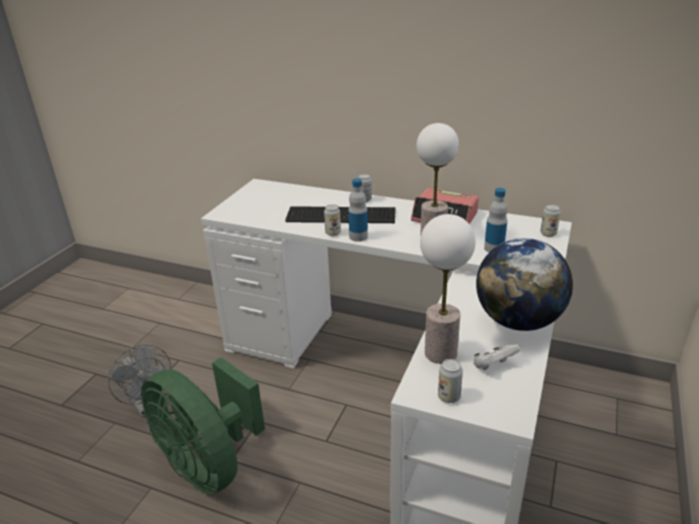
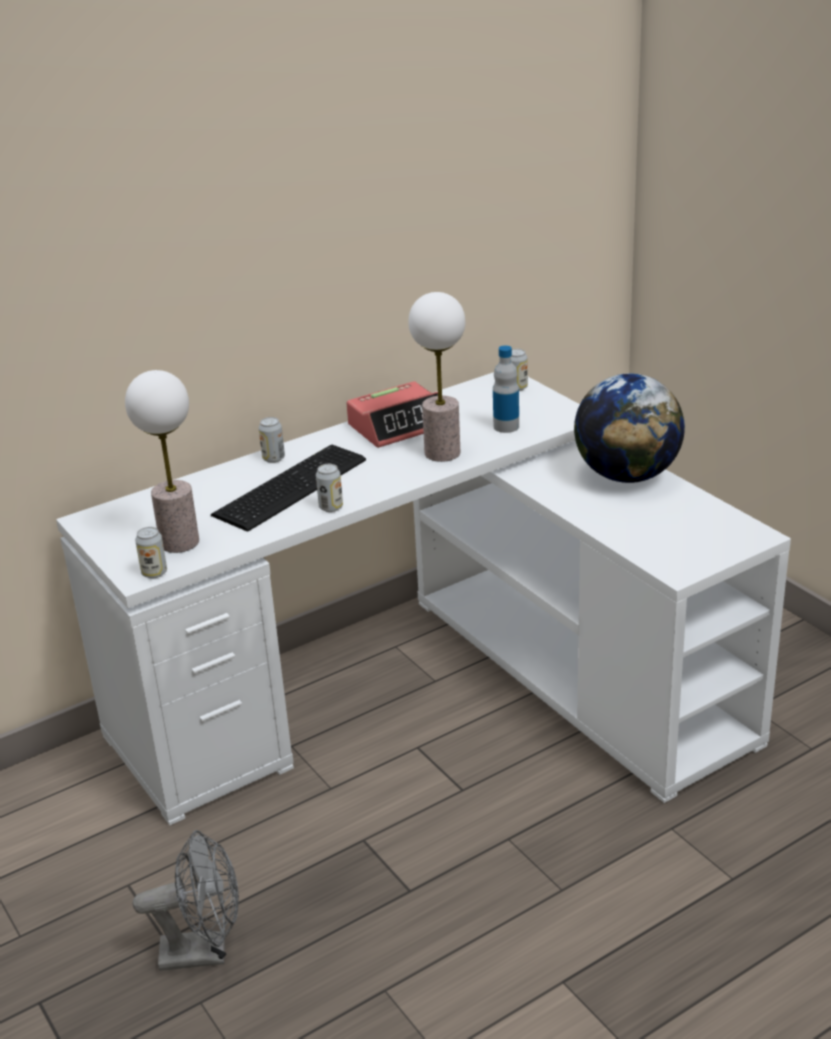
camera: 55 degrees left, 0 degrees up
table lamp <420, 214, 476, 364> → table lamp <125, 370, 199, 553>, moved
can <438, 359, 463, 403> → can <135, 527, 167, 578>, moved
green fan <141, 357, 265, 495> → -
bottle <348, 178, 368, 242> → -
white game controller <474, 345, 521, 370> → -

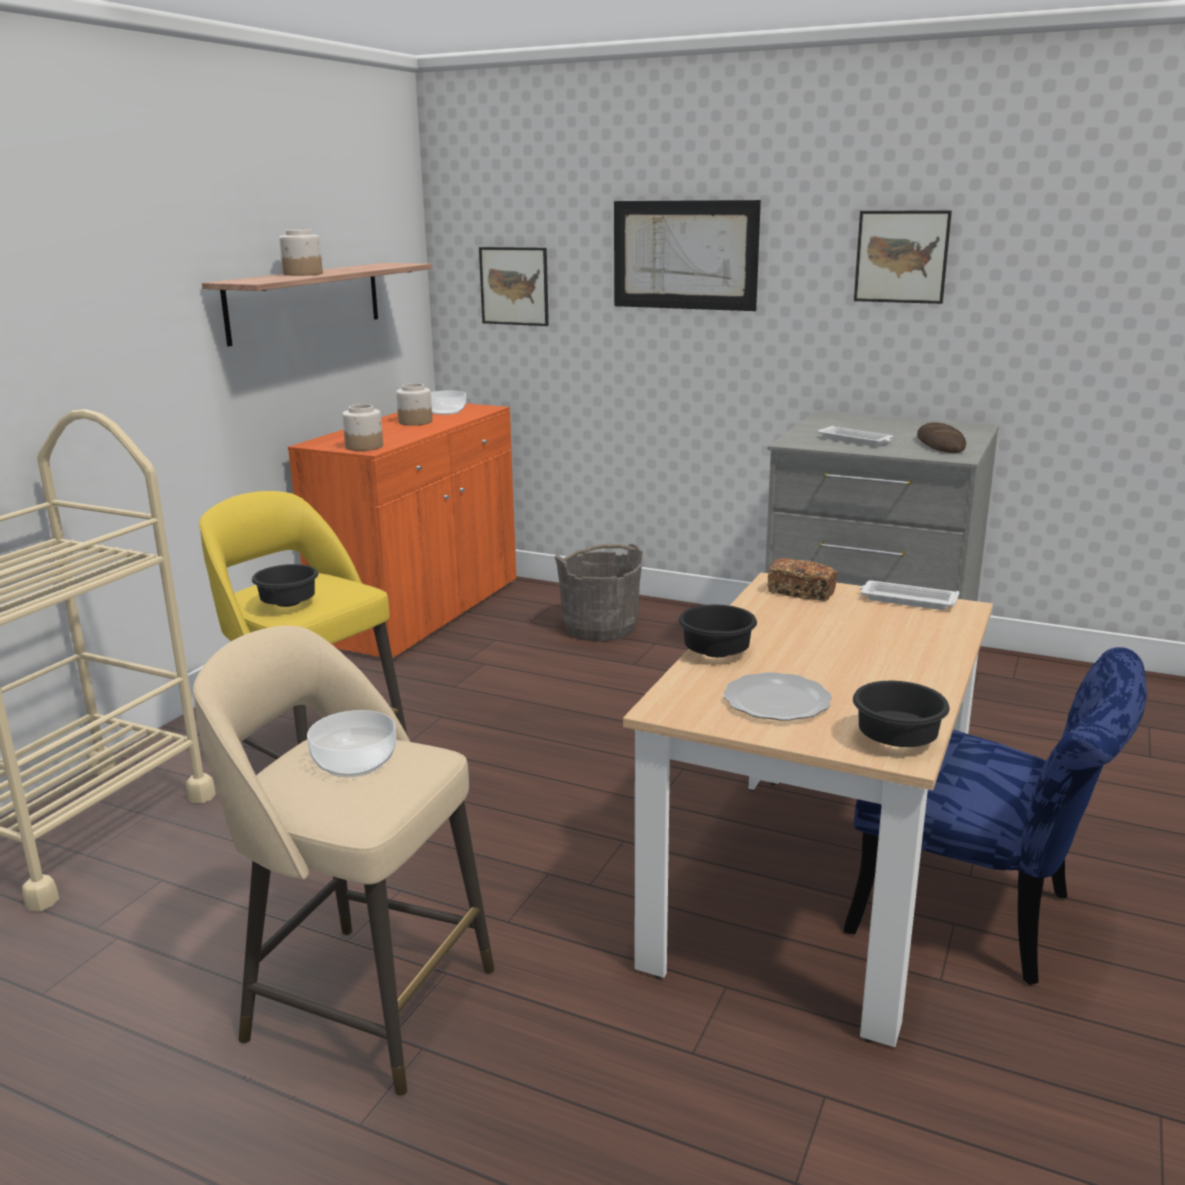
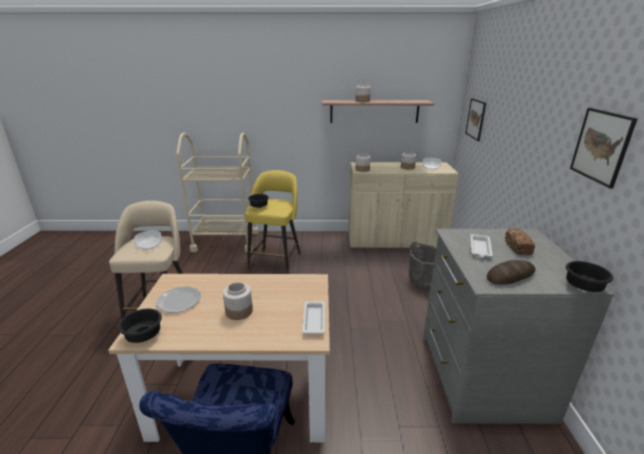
camera: 65 degrees right, 5 degrees up
- → jar <223, 282, 253, 320>
orange cabinet <288, 403, 516, 659> → beige cabinet <348, 162, 459, 248>
bread <768, 558, 837, 601> → bread <505, 228, 535, 255>, moved
black bowl <678, 605, 757, 658> → black bowl <566, 261, 613, 292>, moved
picture <614, 200, 761, 311> → -

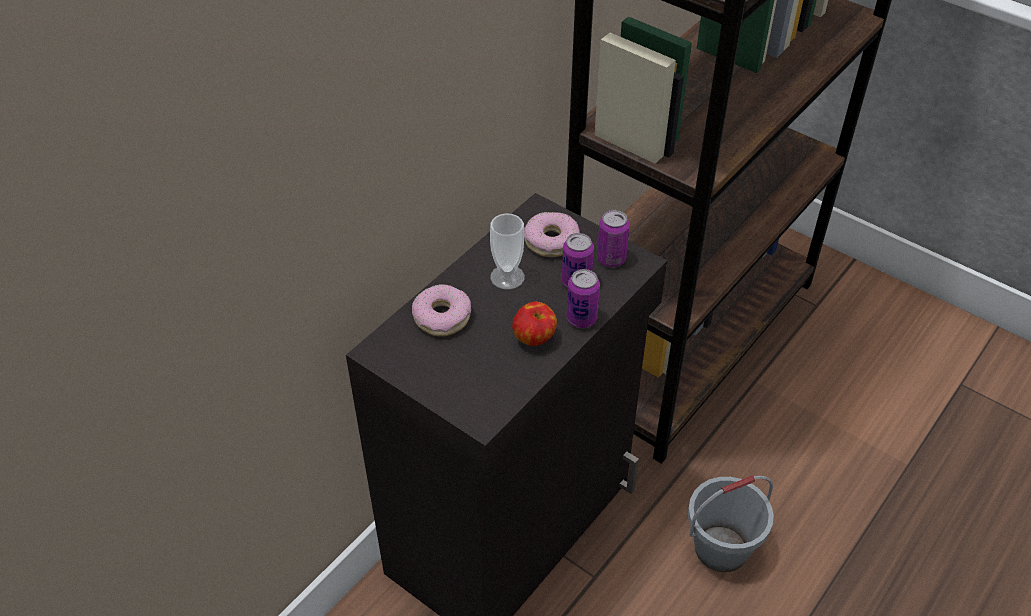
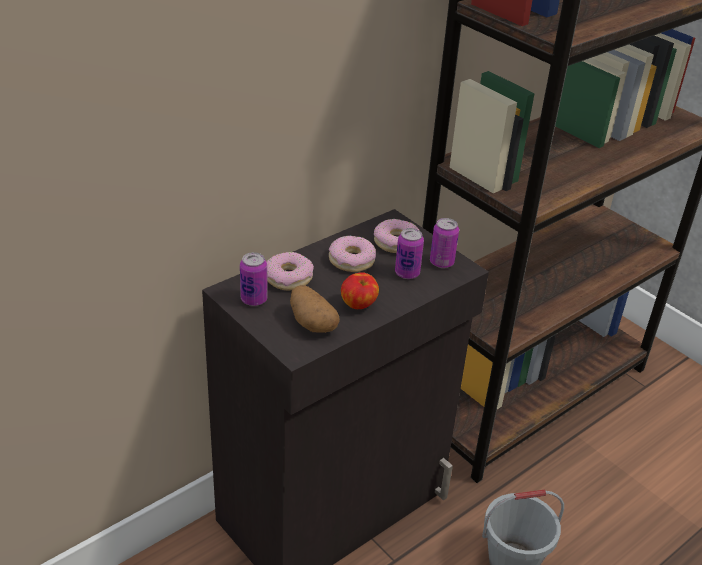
camera: 10 degrees right, 10 degrees down
can <566, 269, 600, 328> → can <240, 252, 267, 306>, moved
- → potato <290, 285, 340, 333>
cup <490, 213, 525, 290> → donut <329, 236, 376, 272>

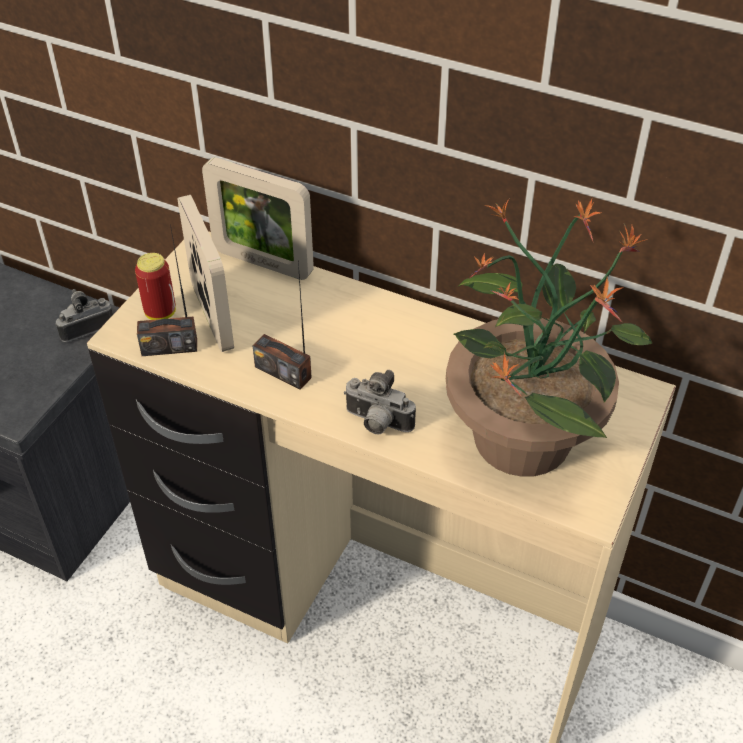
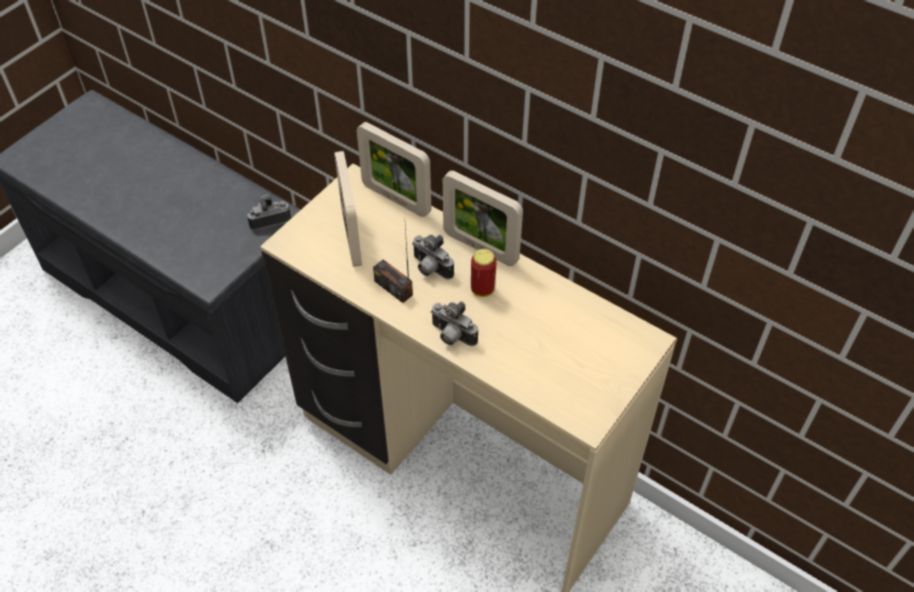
camera: 10 degrees right, 5 degrees up
- → photo camera <412, 235, 454, 279>
- → picture frame <443, 171, 523, 266>
can <135, 253, 176, 320> → can <471, 249, 497, 297>, moved
radio <137, 224, 197, 356> → -
potted plant <446, 198, 653, 477> → -

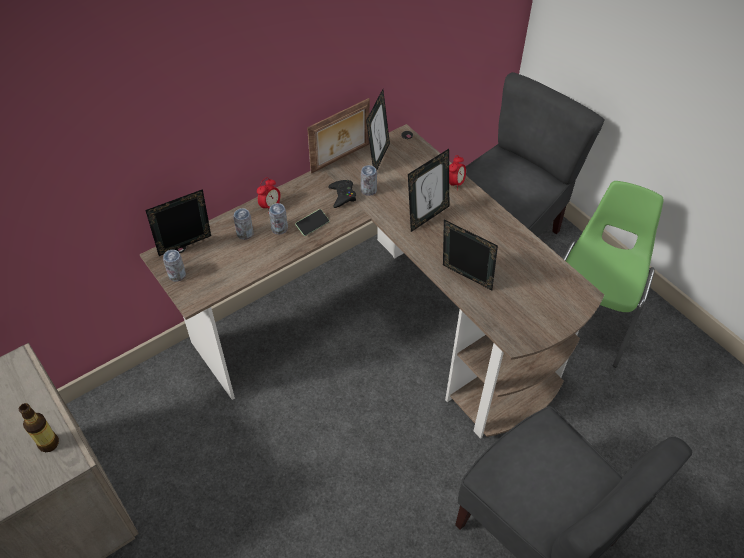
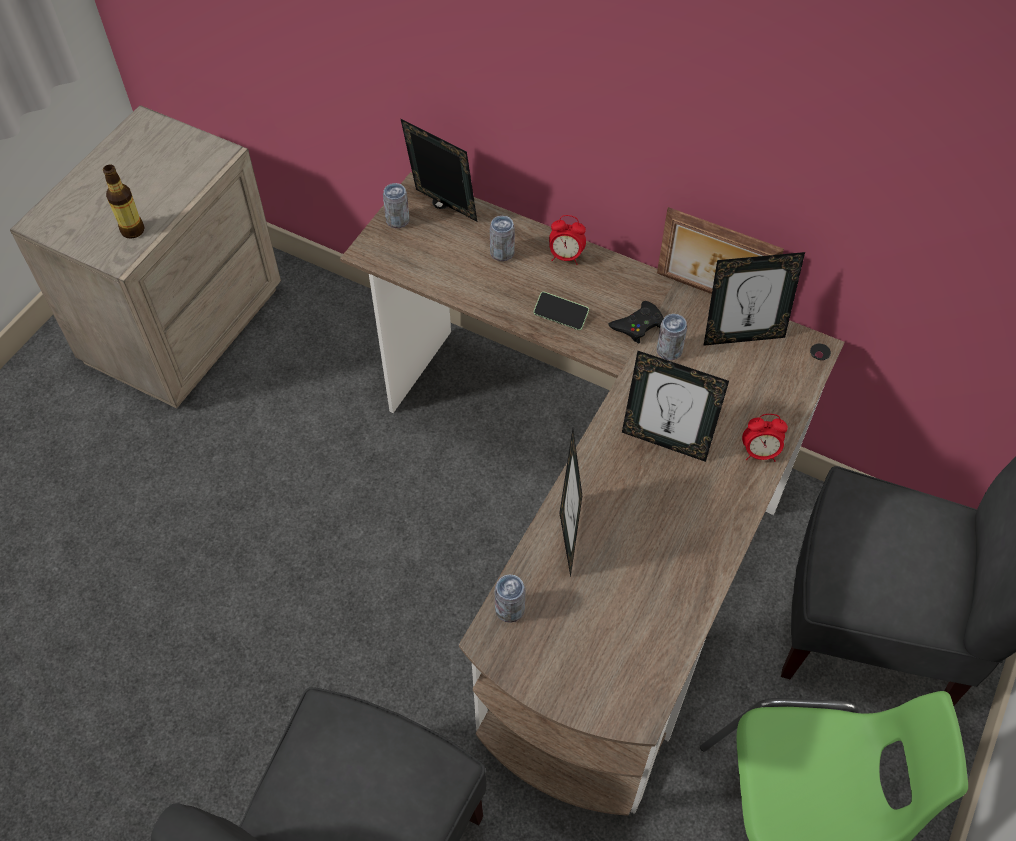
camera: 65 degrees right, 5 degrees up
can <269, 203, 288, 234> → can <495, 574, 525, 623>, moved

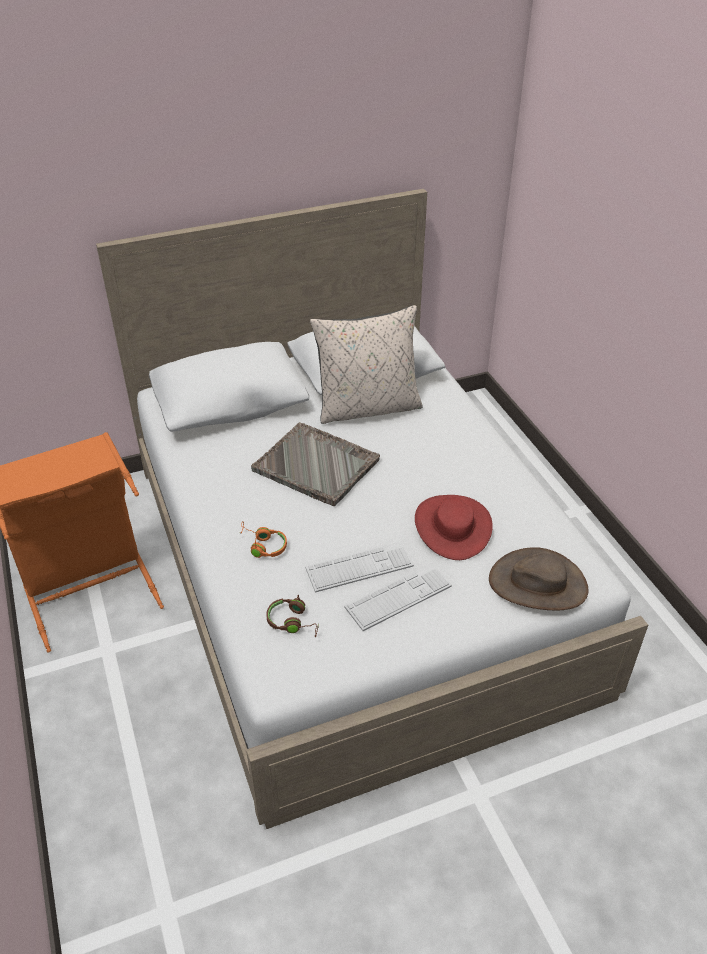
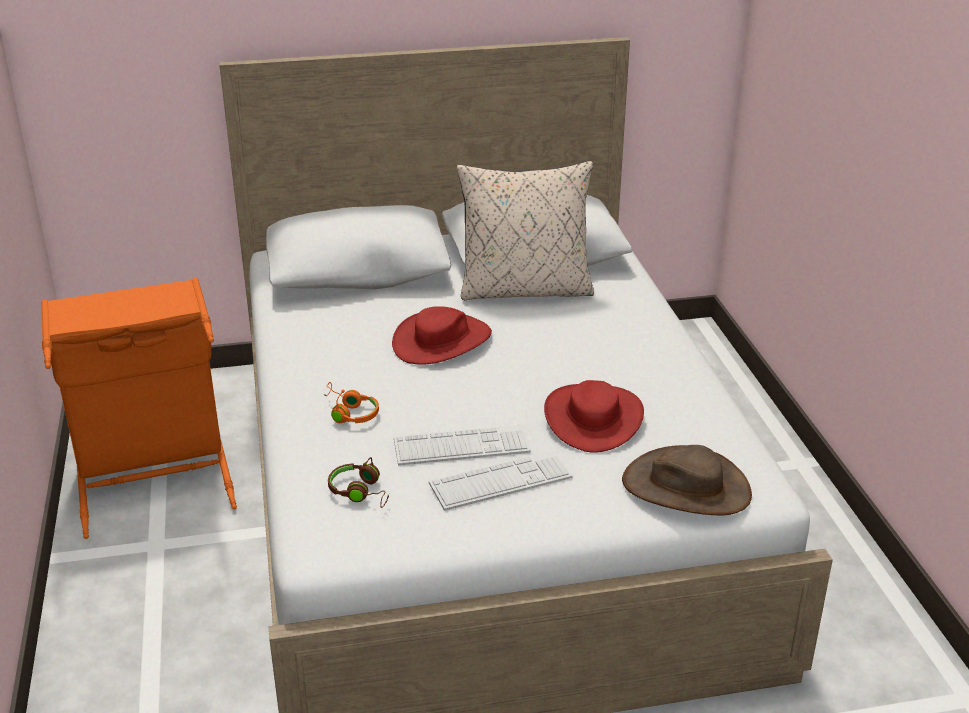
camera: 10 degrees right, 10 degrees down
grey tray <251, 422, 380, 506> → red hat <392, 306, 492, 365>

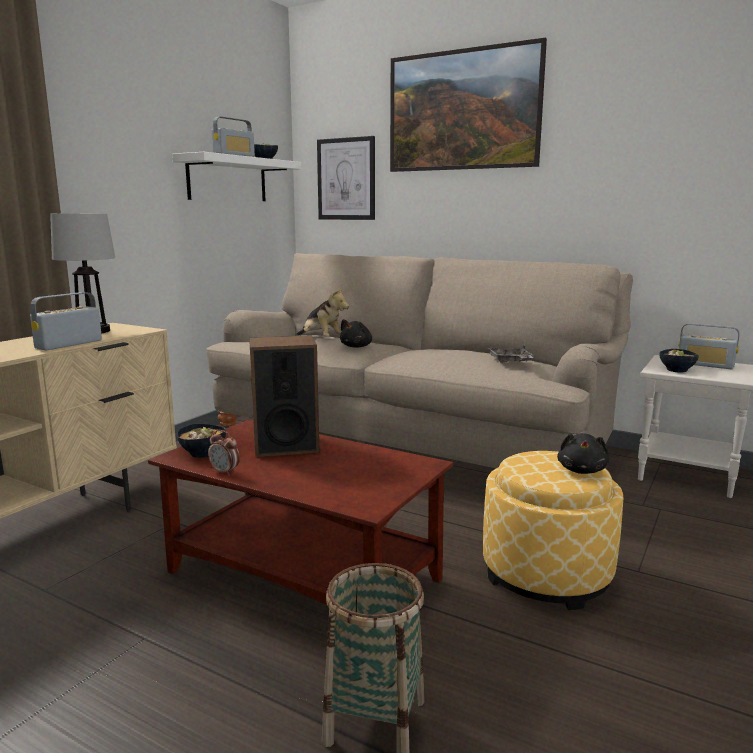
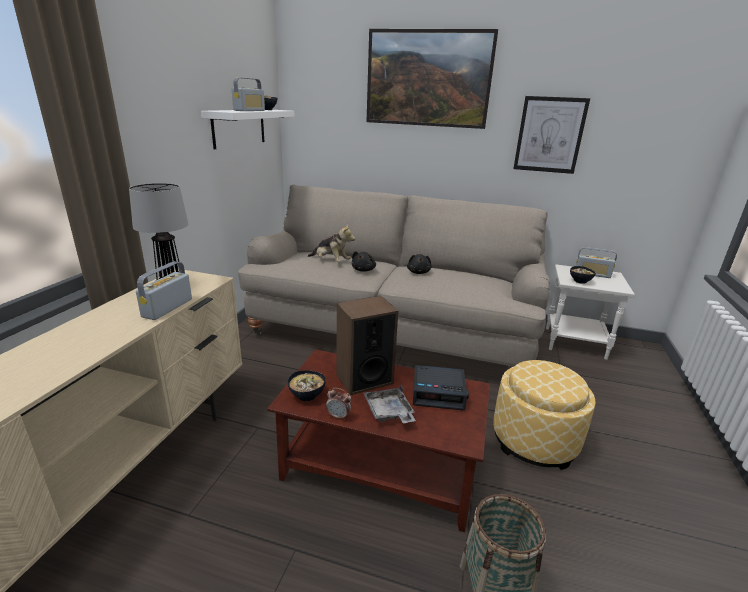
camera: 15 degrees left, 10 degrees up
grey tray <488, 344, 533, 362> → grey tray <364, 385, 416, 423>, moved
black plush toy <557, 433, 610, 474> → black plush toy <407, 254, 432, 274>, moved
- → alarm clock <413, 365, 469, 410>
picture <317, 136, 375, 220> → picture <513, 96, 590, 174>, moved

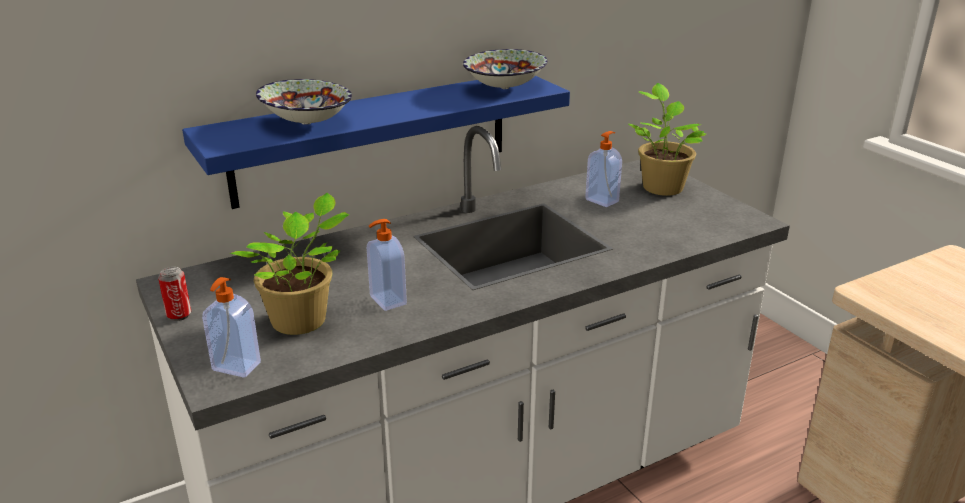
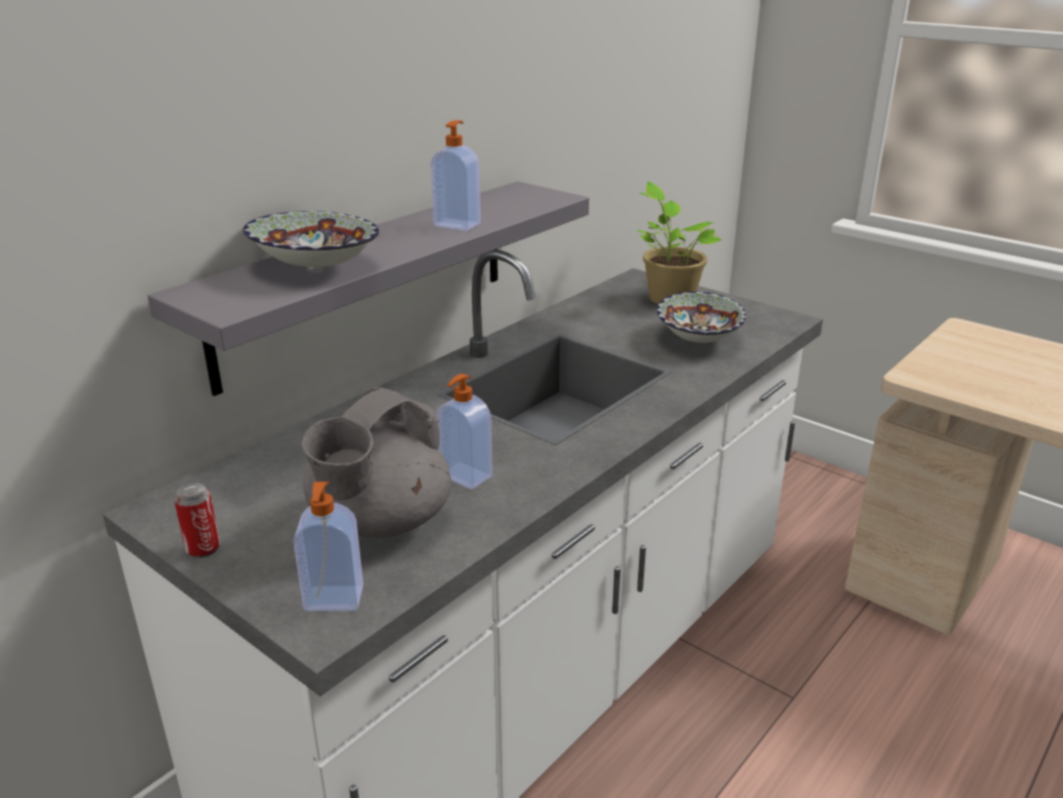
camera: 20 degrees left, 0 degrees up
blue shelf <182, 76, 570, 209> → grey shelf <148, 181, 589, 396>
potted plant <229, 193, 350, 335> → grey teapot <302, 387, 451, 538>
soap dispenser <585, 131, 622, 207> → soap dispenser <431, 120, 481, 231>, moved
bowl <463, 49, 548, 89> → bowl <657, 292, 746, 343>, moved

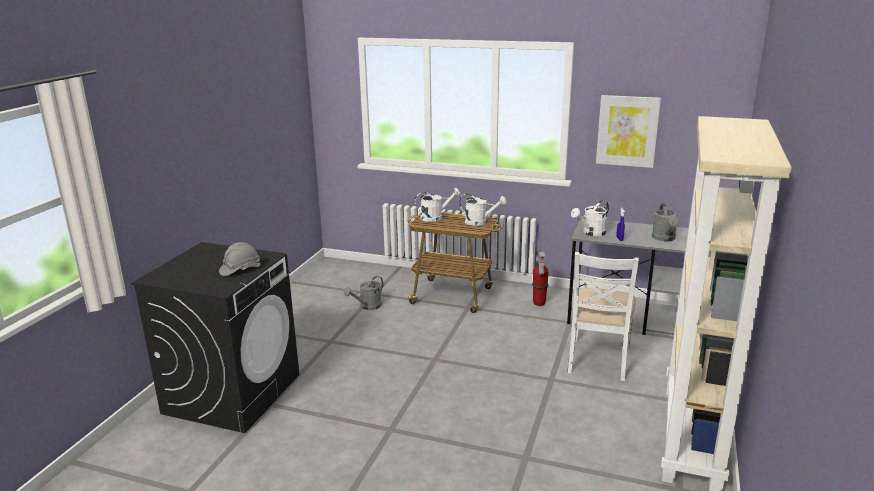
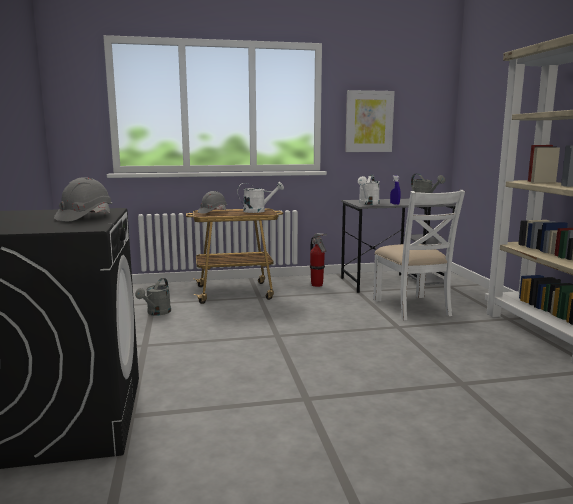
camera: 30 degrees left, 10 degrees down
white watering can <415, 188, 461, 222> → grey hard hat <198, 191, 227, 214>

